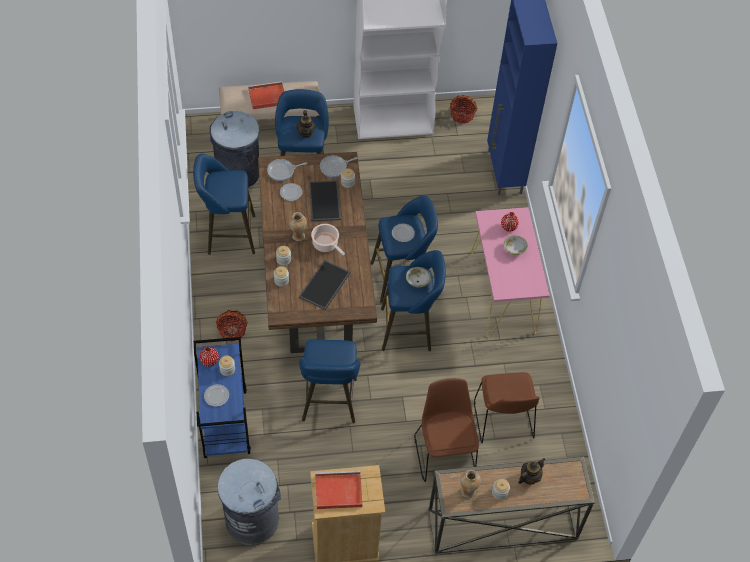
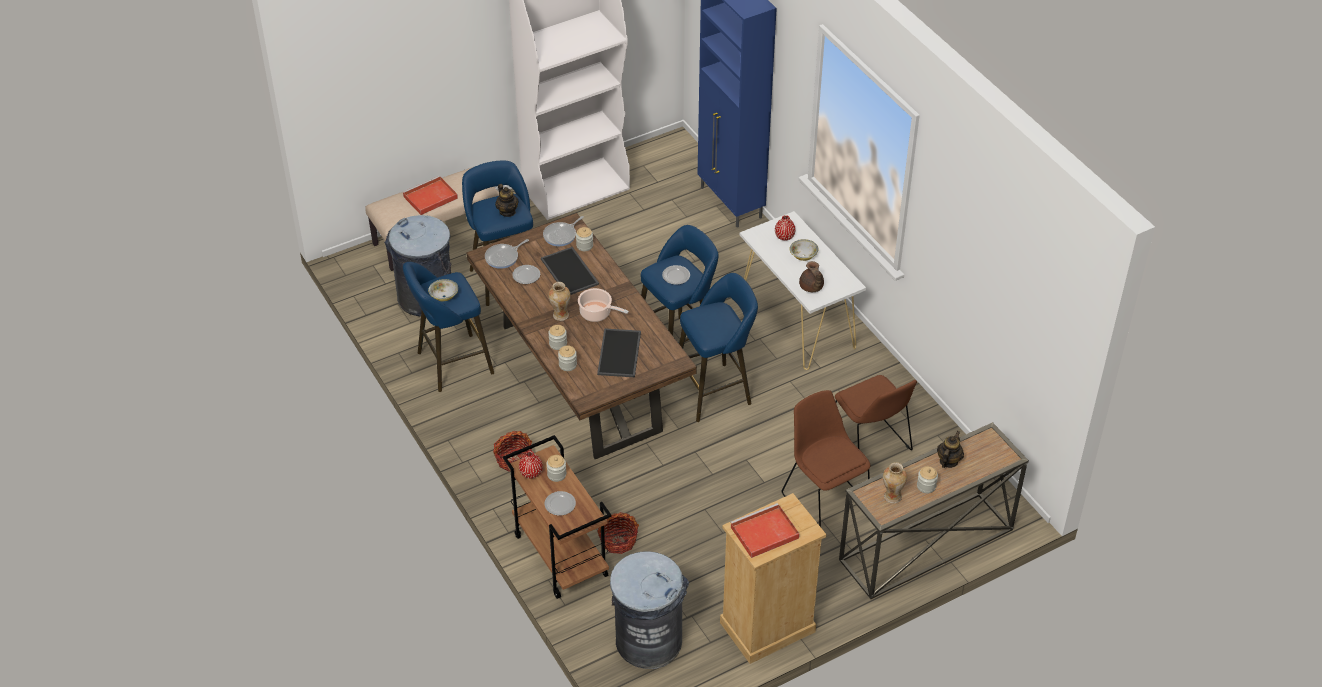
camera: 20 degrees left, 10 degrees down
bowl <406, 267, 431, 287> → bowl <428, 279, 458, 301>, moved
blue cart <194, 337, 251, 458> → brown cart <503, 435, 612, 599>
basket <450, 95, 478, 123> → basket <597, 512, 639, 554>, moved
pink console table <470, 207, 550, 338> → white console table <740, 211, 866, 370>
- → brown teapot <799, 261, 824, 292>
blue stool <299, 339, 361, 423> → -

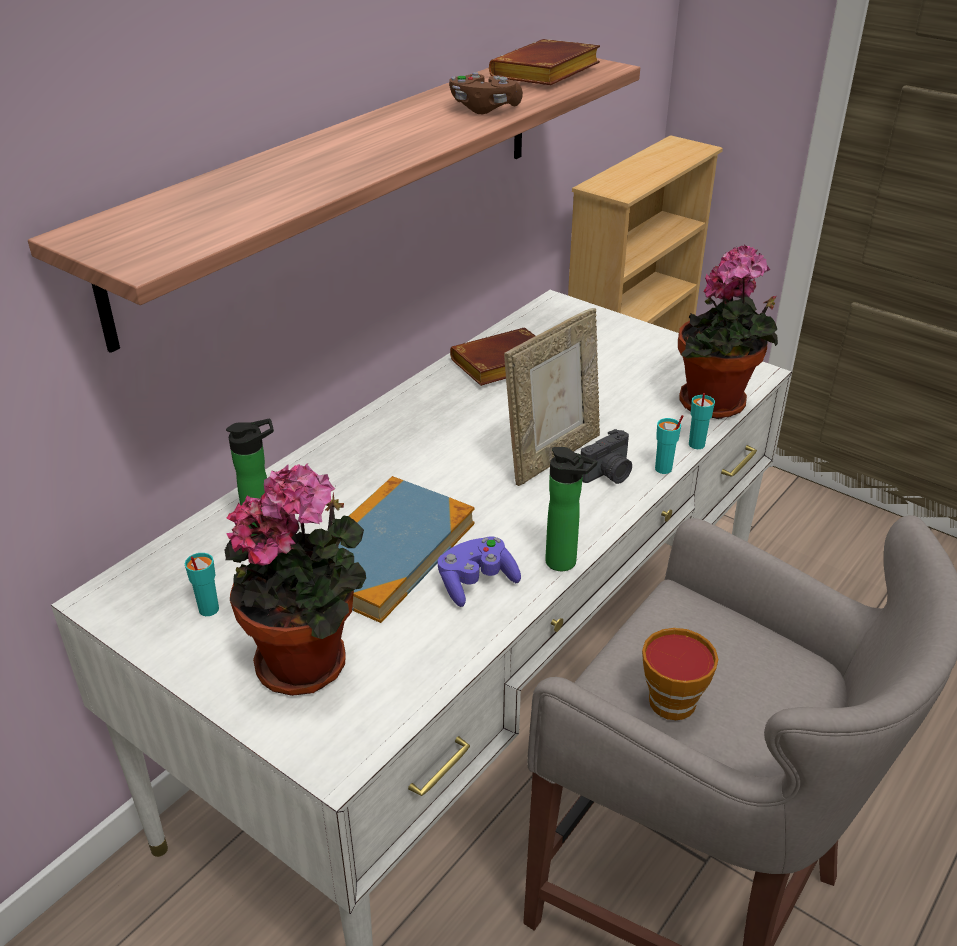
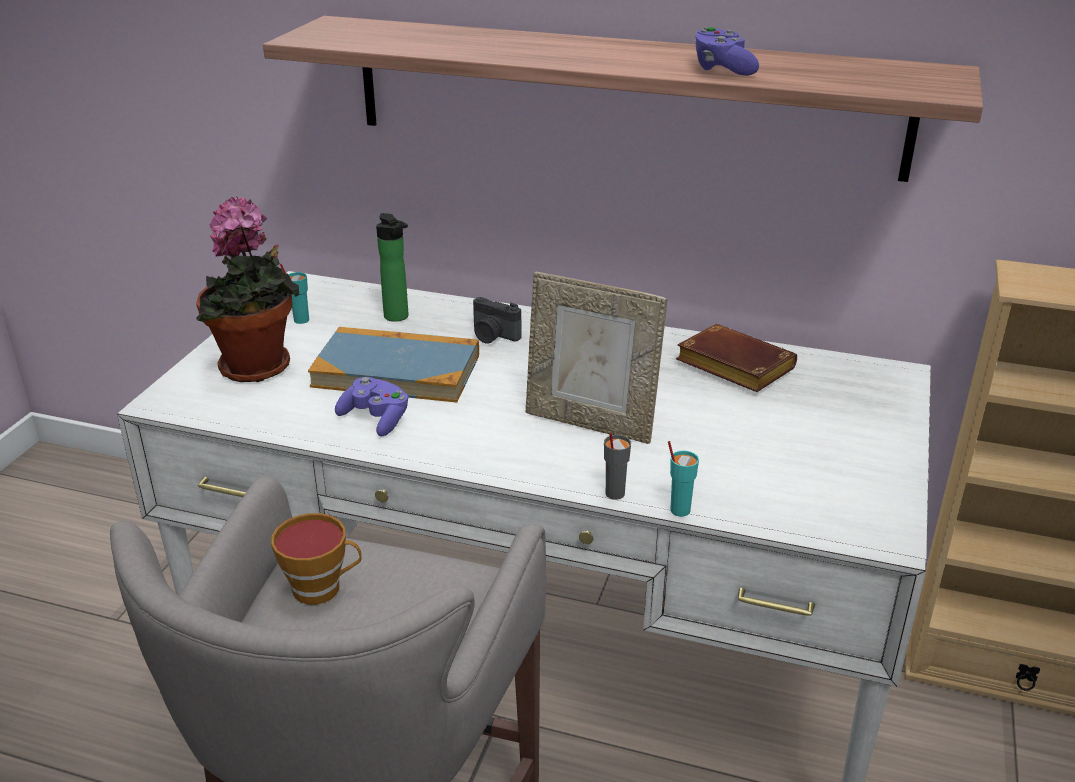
camera: 70 degrees right, 5 degrees down
photo camera <581, 429, 632, 484> → photo camera <473, 297, 522, 344>, moved
turquoise cup <655, 415, 683, 474> → grey cup <604, 433, 631, 500>
brown game controller <449, 72, 523, 114> → purple game controller <695, 27, 759, 76>
brown book <489, 39, 600, 85> → -
bottle <545, 447, 597, 571> → -
potted plant <678, 245, 778, 419> → -

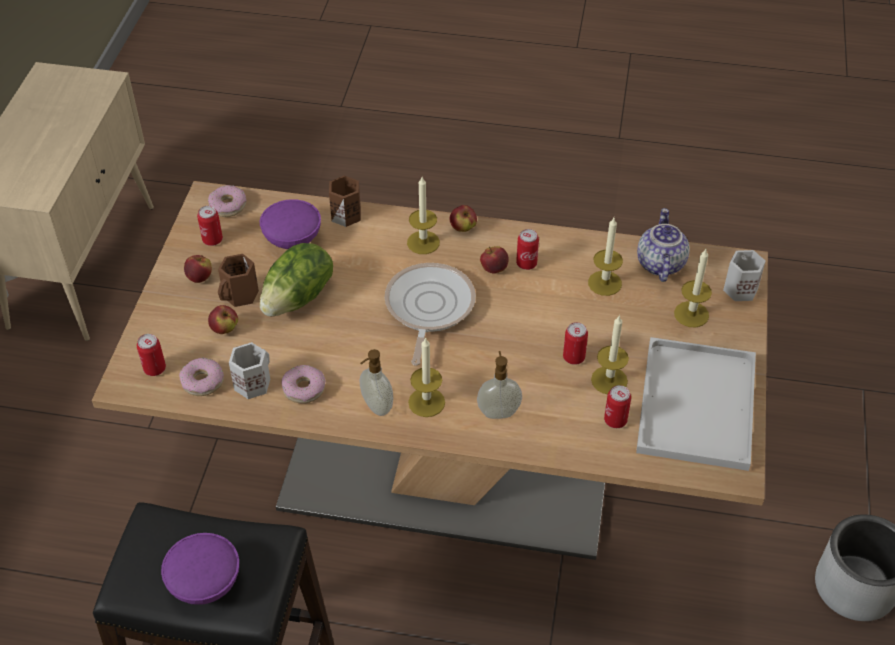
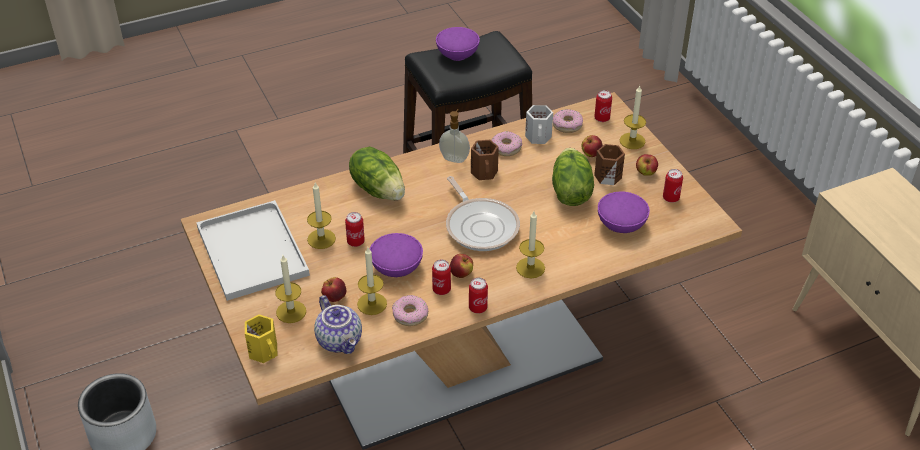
camera: 145 degrees right, 5 degrees down
white mug <723, 250, 766, 301> → yellow mug <245, 314, 278, 363>
apple <450, 205, 477, 232> → apple <321, 277, 346, 302>, moved
soap dispenser <477, 351, 522, 419> → lettuce <349, 147, 405, 200>
- → purple bowl <369, 233, 423, 277>
donut <208, 185, 247, 217> → donut <392, 295, 428, 326>, moved
can <604, 385, 631, 428> → can <469, 278, 488, 314>, moved
brown mug <329, 175, 361, 227> → brown mug <471, 140, 499, 180>, moved
candle <408, 337, 445, 417> → candle <620, 86, 646, 149>, moved

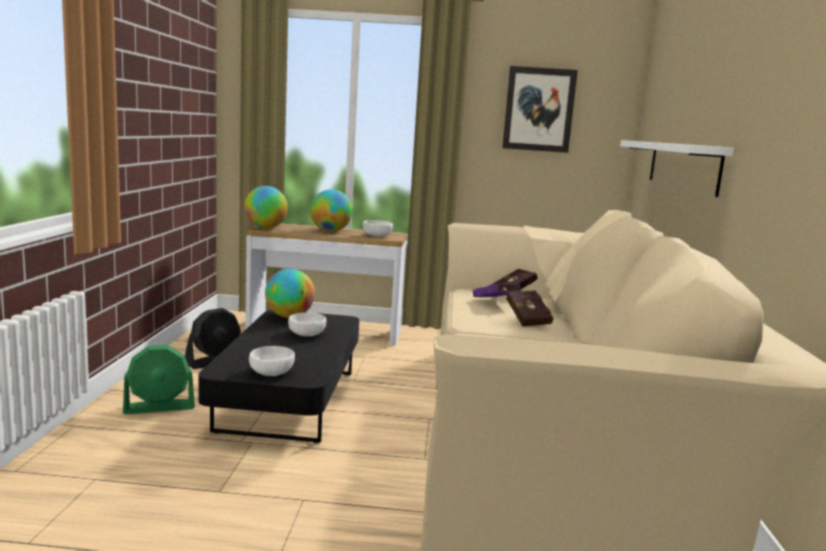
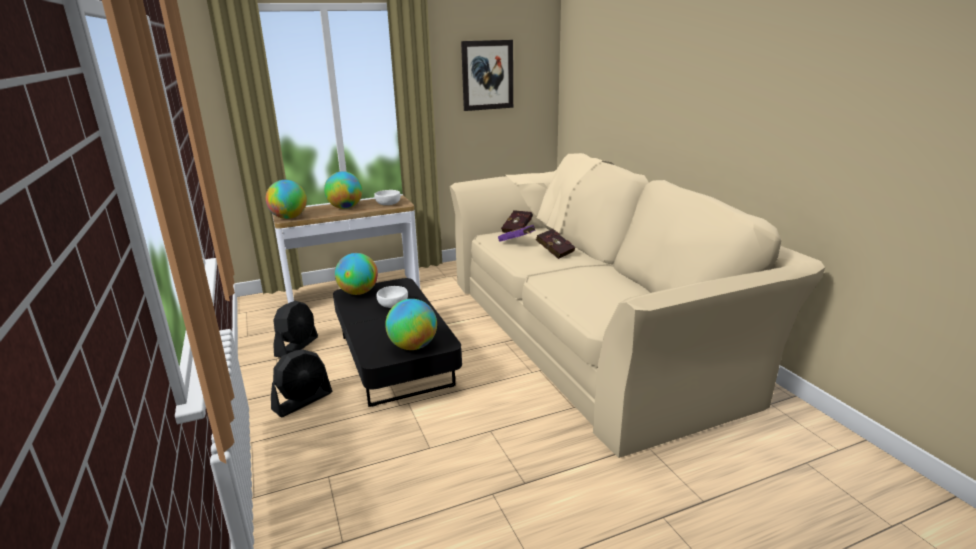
camera: 25 degrees left, 10 degrees up
green fan <123, 345, 195, 414> → black fan <271, 349, 332, 417>
white bowl <249, 346, 295, 376> → globe <385, 299, 437, 350>
white shelf <620, 140, 734, 197> → -

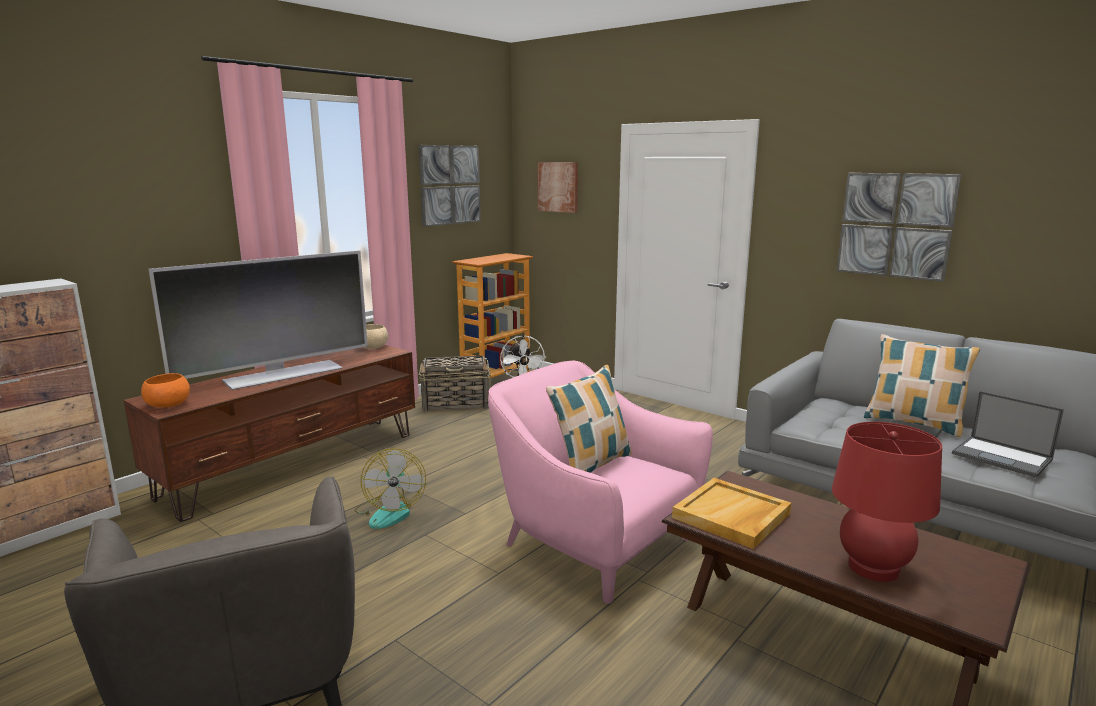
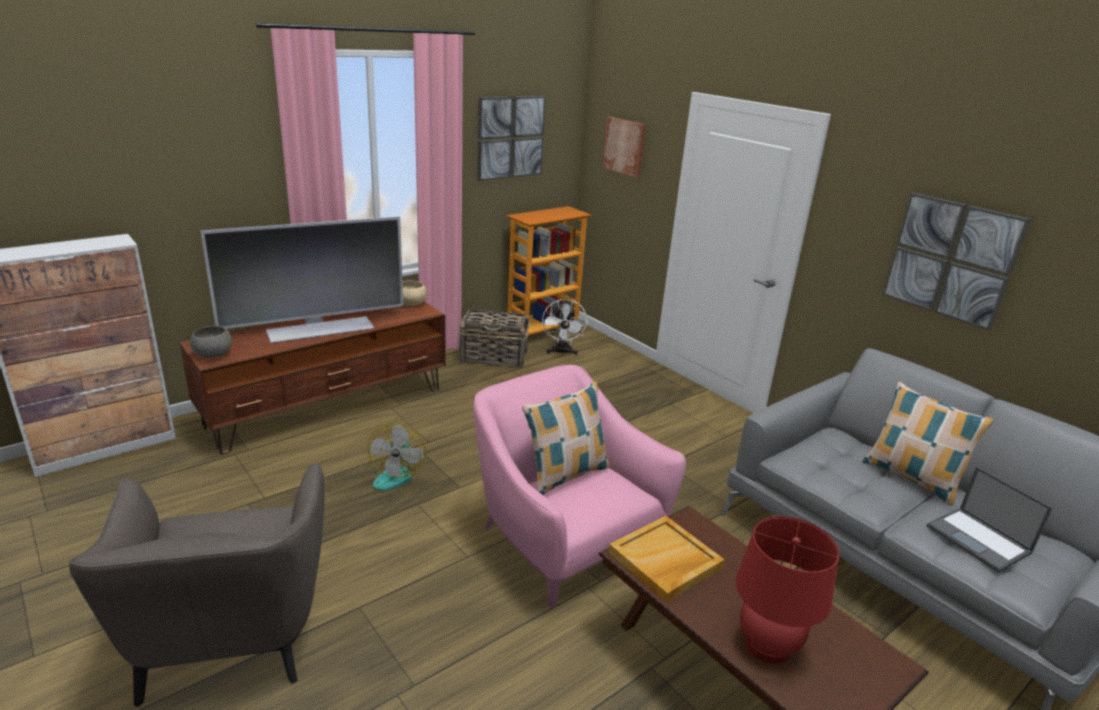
camera: 10 degrees right, 10 degrees up
orange bowl <141, 373, 190, 408> → grey bowl <190, 326, 232, 358>

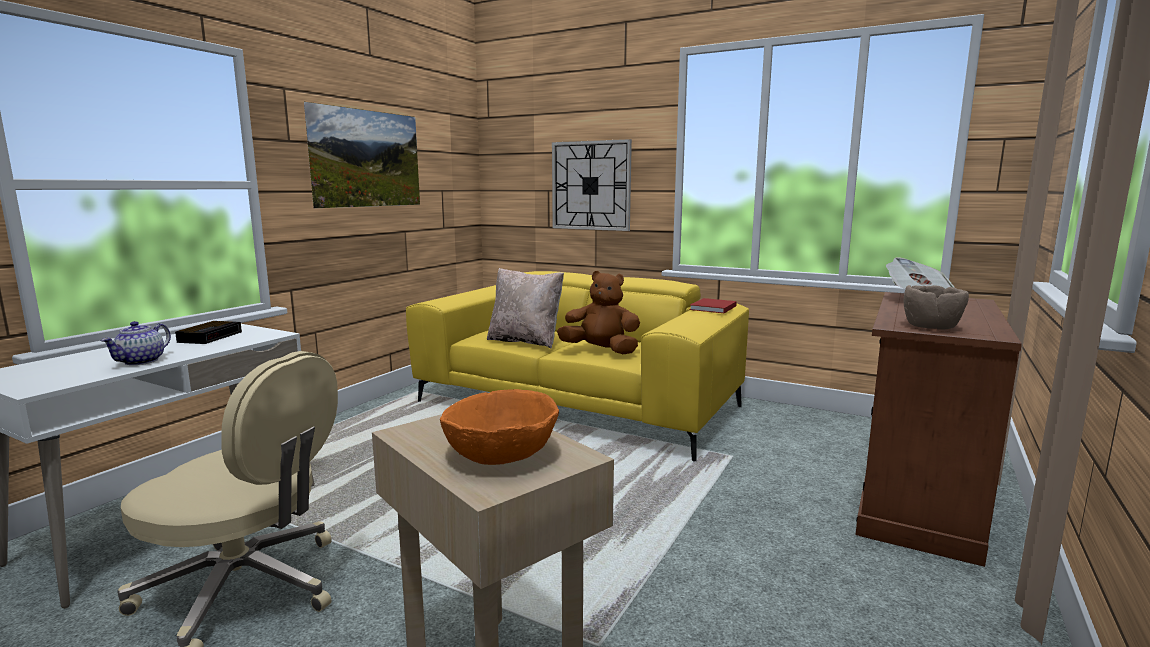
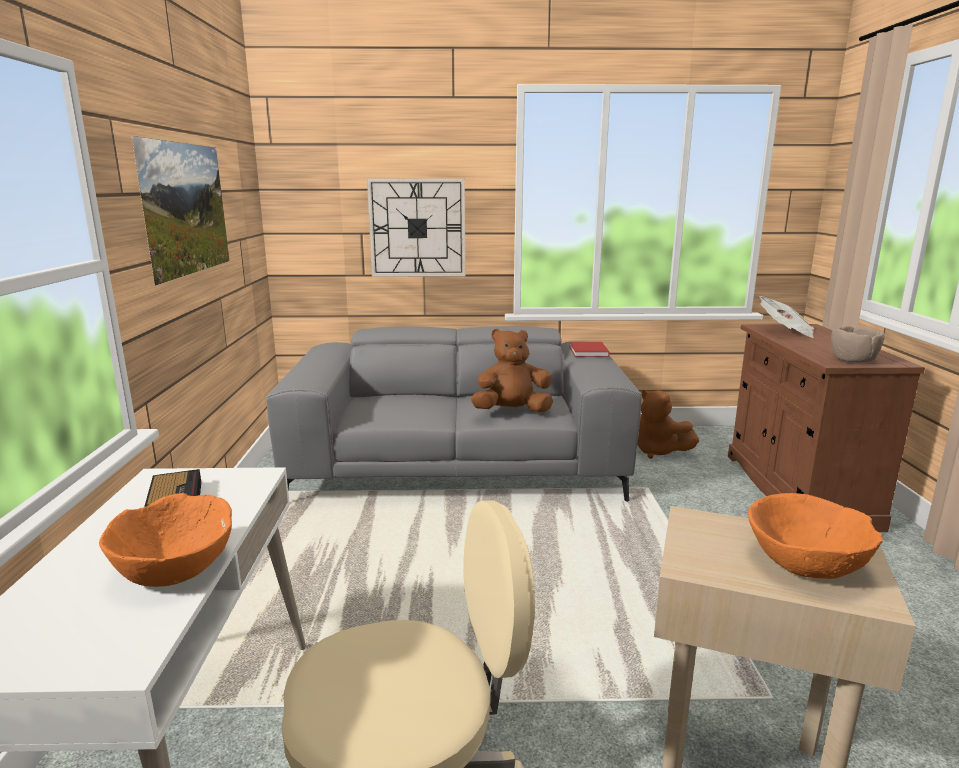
camera: 30 degrees left, 5 degrees up
teapot <100, 321, 171, 365> → orange bowl <99, 493, 232, 587>
yellow sofa <406, 271, 749, 462> → grey sofa <266, 326, 642, 502>
- → brown plush toy <637, 390, 699, 459>
beige pillow <487, 268, 564, 349> → -

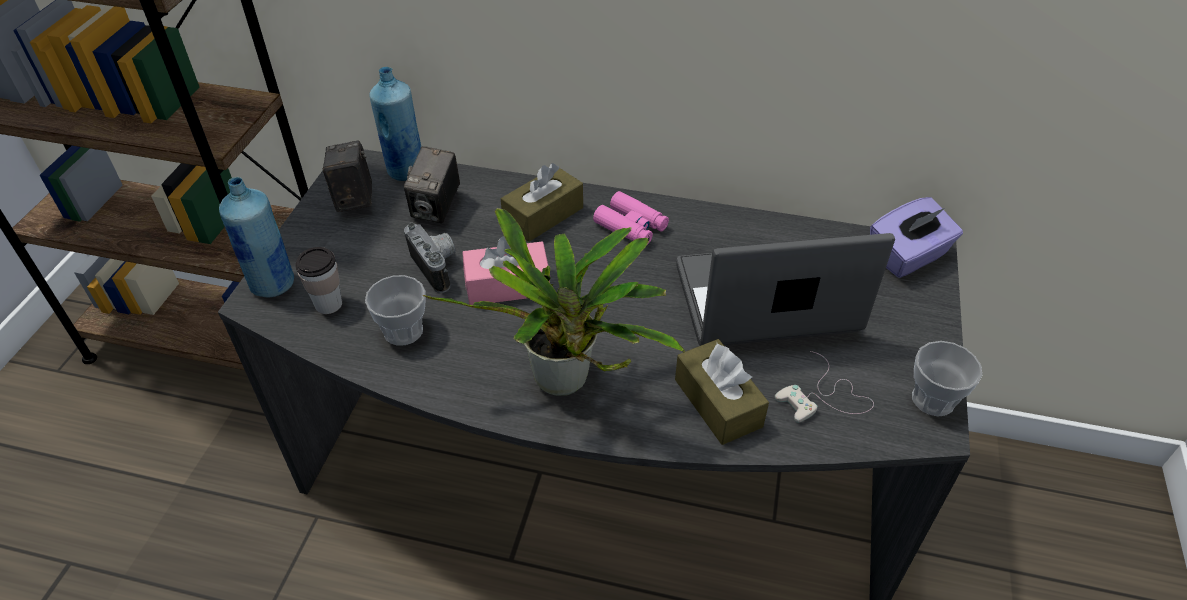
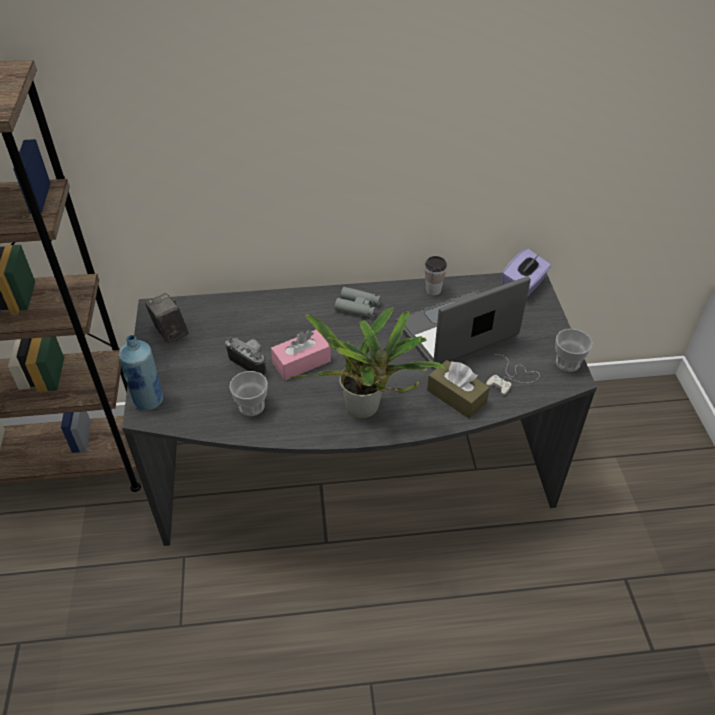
camera: 20 degrees left, 0 degrees up
pink binoculars <593, 191, 669, 246> → grey binoculars <335, 287, 381, 317>
cup <295, 247, 342, 314> → cup <425, 256, 447, 296>, moved
blue bottle <369, 67, 421, 181> → -
photo camera <404, 146, 460, 223> → -
brown tissue box <501, 163, 583, 242> → -

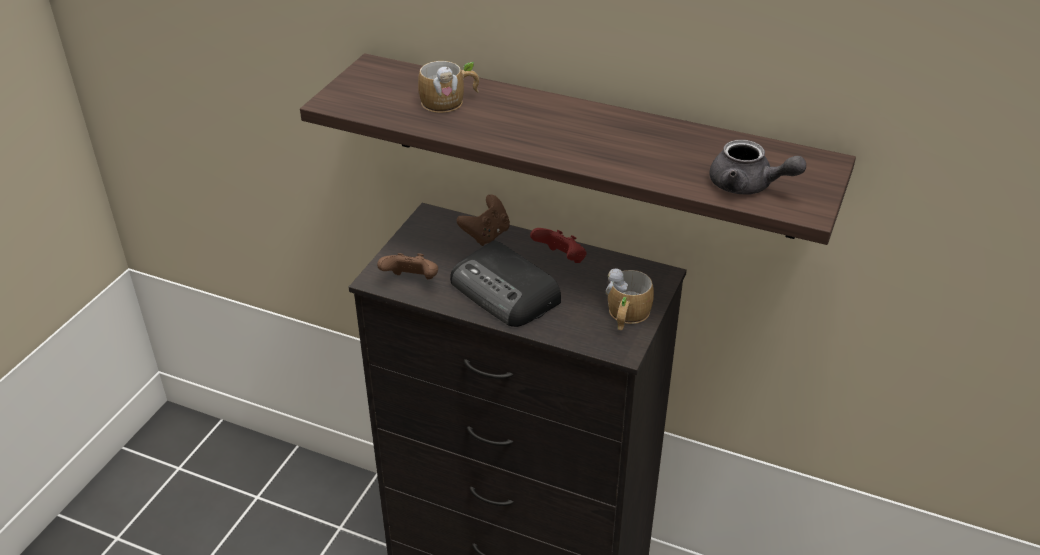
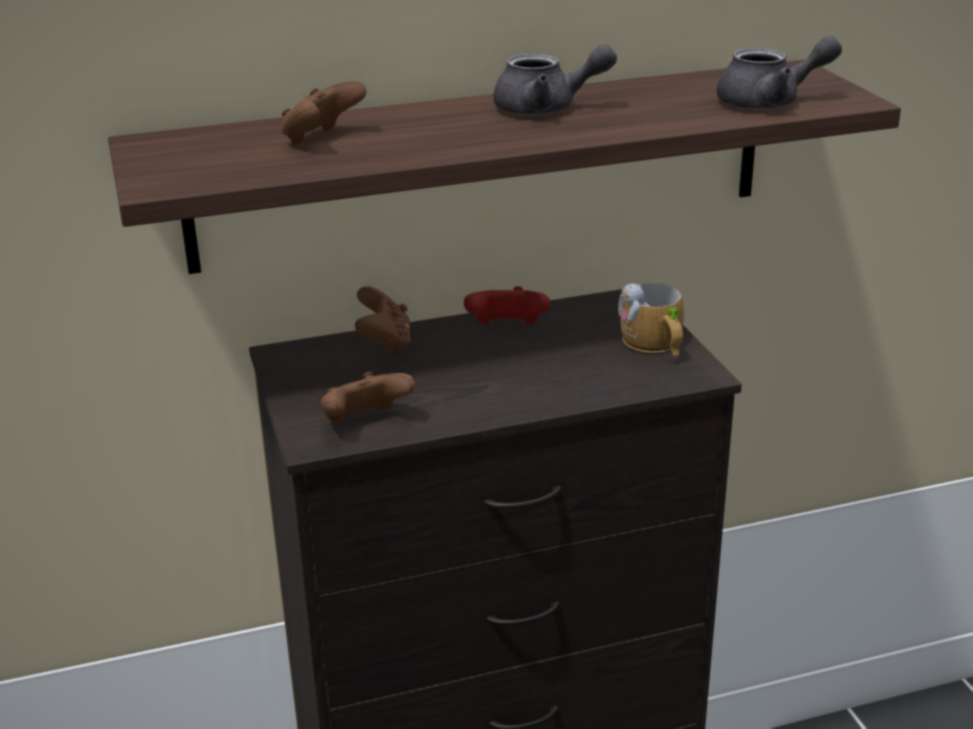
camera: 40 degrees left, 10 degrees down
mug <418, 61, 479, 113> → brown game controller <281, 81, 366, 146>
- → grey teapot <493, 44, 617, 115>
radio <450, 240, 561, 327> → -

